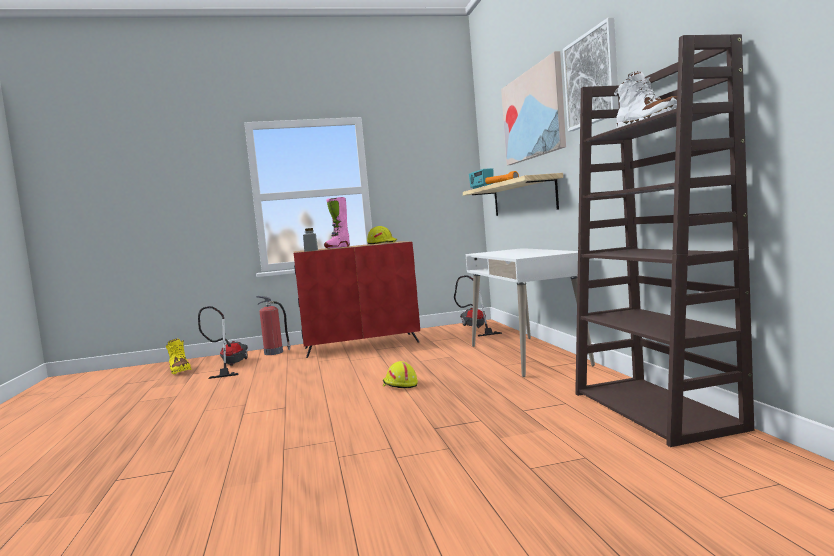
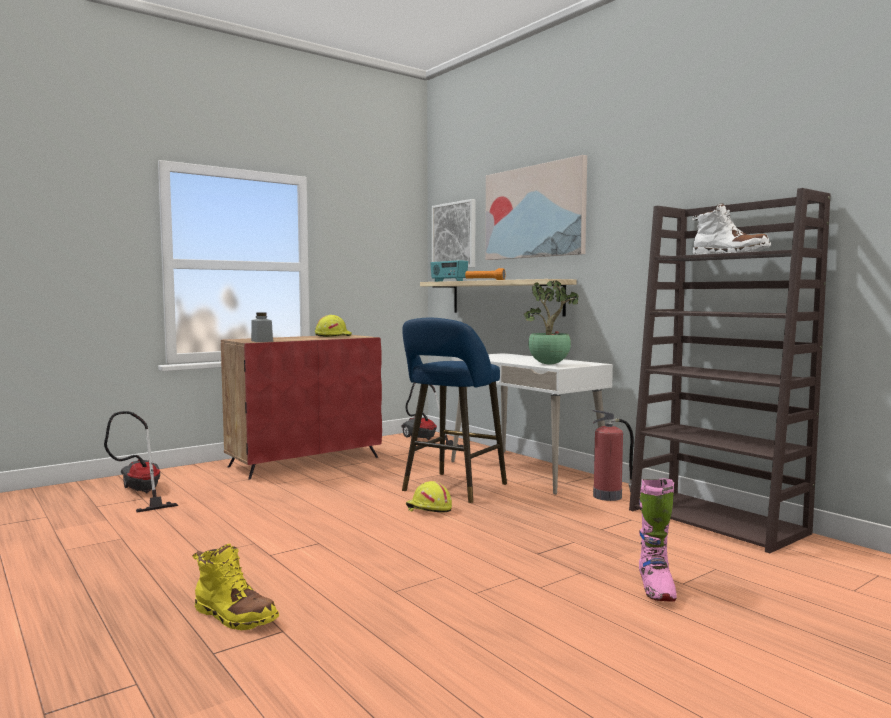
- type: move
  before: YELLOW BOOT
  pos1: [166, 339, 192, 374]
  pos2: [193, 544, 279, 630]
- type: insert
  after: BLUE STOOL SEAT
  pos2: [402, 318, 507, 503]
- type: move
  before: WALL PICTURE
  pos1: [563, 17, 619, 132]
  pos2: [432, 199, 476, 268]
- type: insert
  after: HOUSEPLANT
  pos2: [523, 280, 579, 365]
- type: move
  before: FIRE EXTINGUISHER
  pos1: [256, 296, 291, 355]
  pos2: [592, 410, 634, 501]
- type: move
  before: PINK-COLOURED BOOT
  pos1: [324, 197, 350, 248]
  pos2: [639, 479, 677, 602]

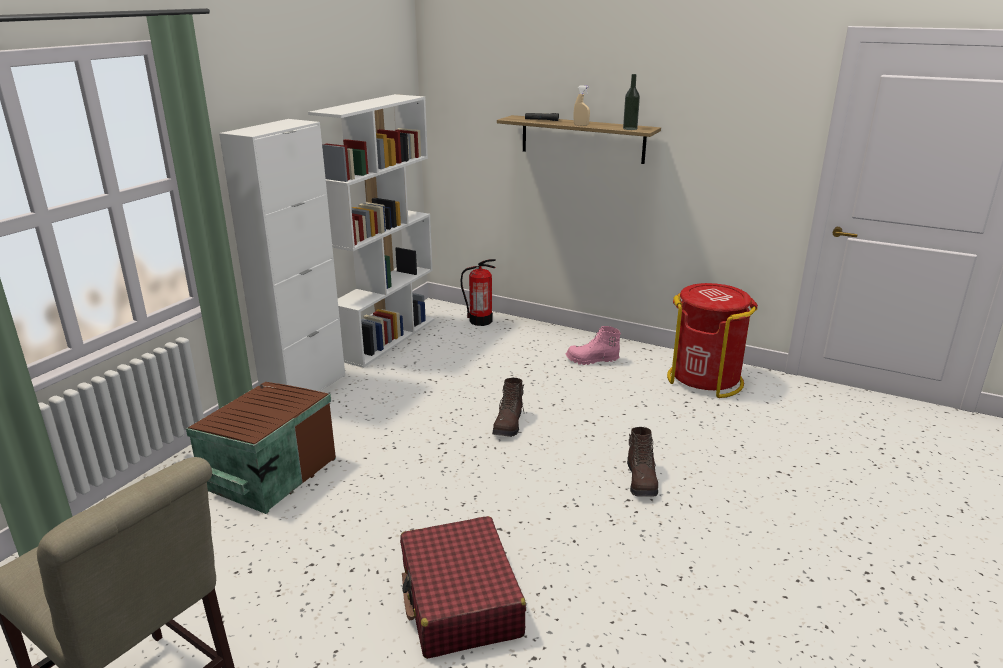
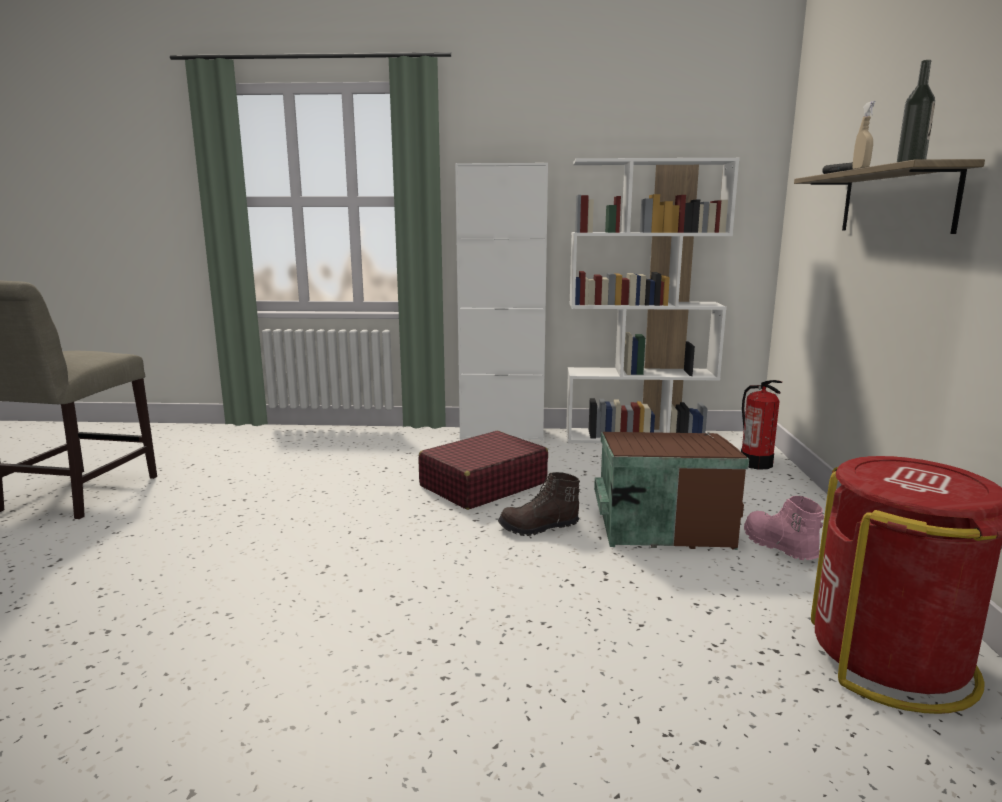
- type: move
  before: RED SUITCASE
  pos1: [400, 516, 526, 659]
  pos2: [418, 431, 548, 510]
- type: move
  before: BROWN STORAGE CONTAINER
  pos1: [186, 382, 336, 514]
  pos2: [594, 432, 749, 550]
- type: delete
  before: BROWN BOOT
  pos1: [627, 427, 658, 497]

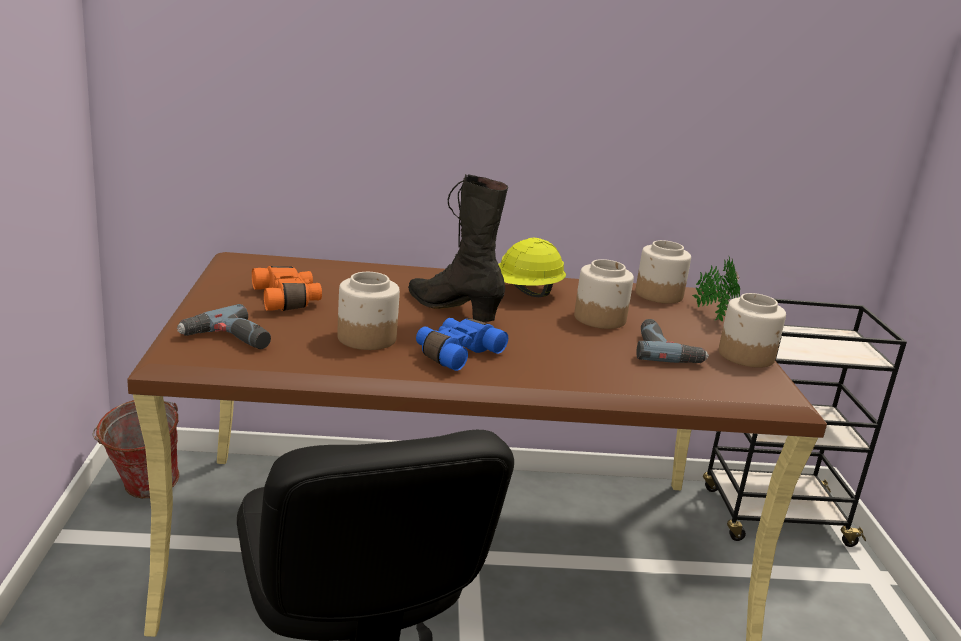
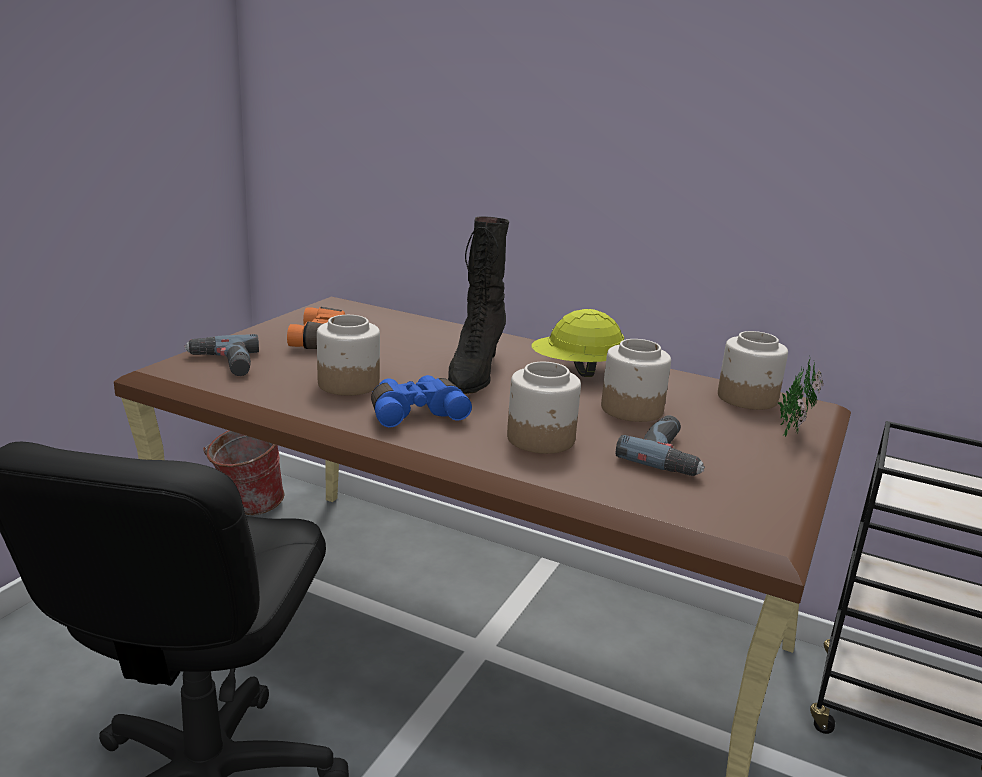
- type: rotate
  before: BLACK-COLOURED BOOT
  pos1: [408, 174, 508, 322]
  pos2: [448, 216, 509, 394]
  turn: -150
- type: move
  before: STORAGE JAR
  pos1: [719, 293, 786, 368]
  pos2: [507, 362, 581, 454]

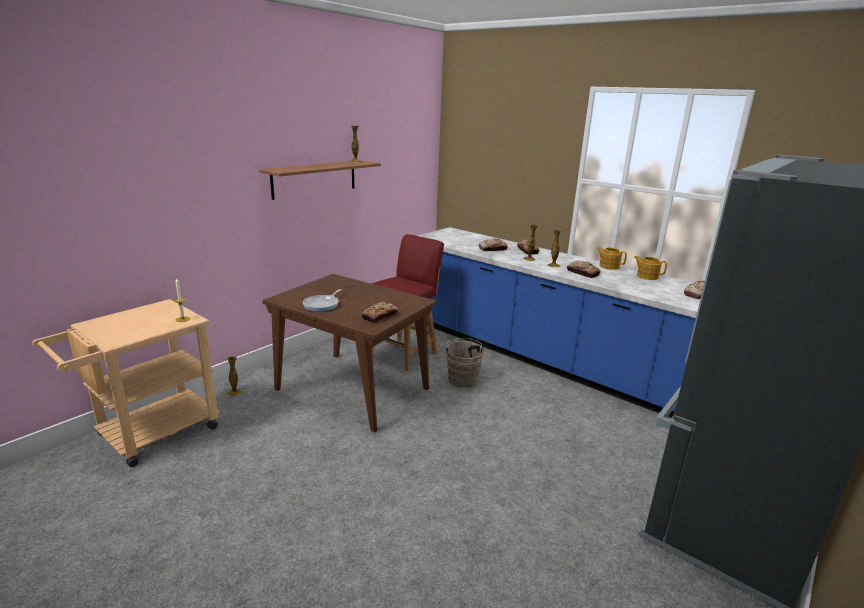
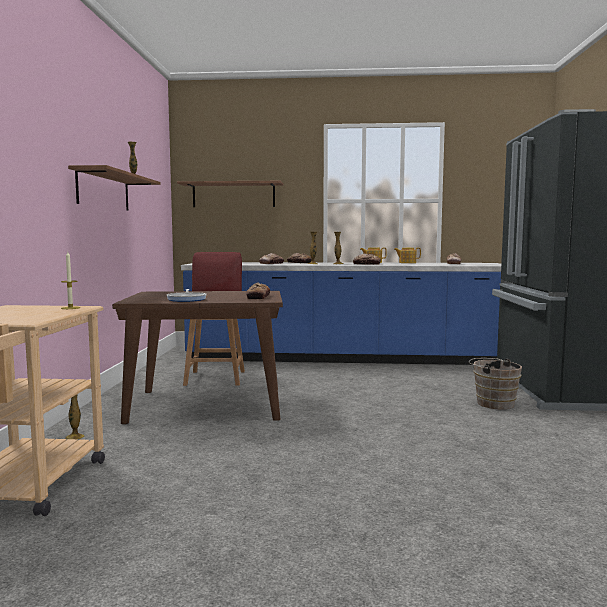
- type: insert
  after: BRACKET SHELF
  pos2: [177, 181, 284, 207]
- type: move
  before: BROWN WATER BUCKET
  pos1: [444, 338, 486, 387]
  pos2: [469, 358, 522, 410]

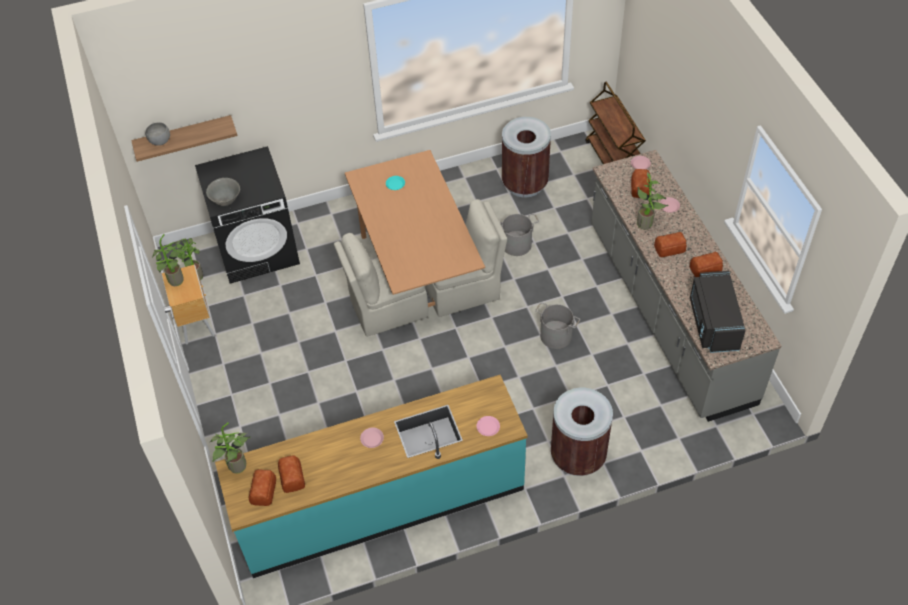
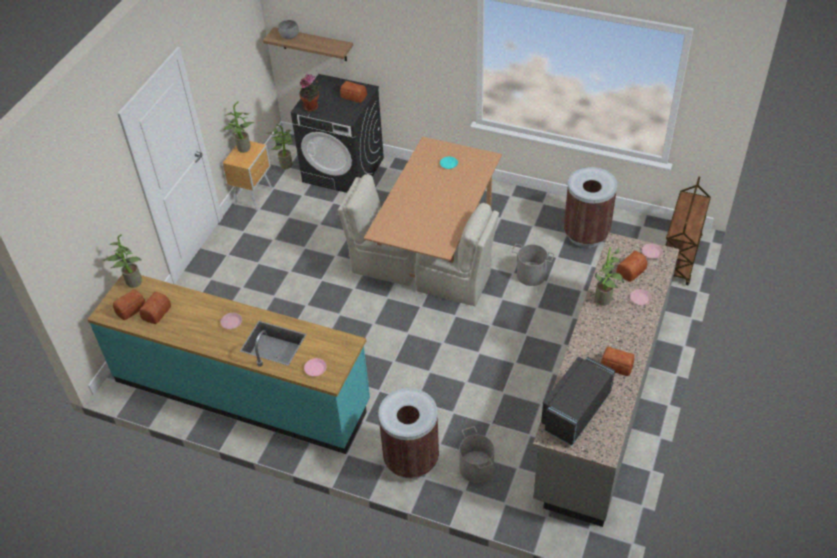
- type: replace
  before: GRAY SERVING BOWL
  after: HOUSEPLANT
  pos1: [206, 178, 240, 206]
  pos2: [300, 74, 321, 111]
- type: move
  before: BAKED BREAD
  pos1: [654, 232, 687, 257]
  pos2: [340, 81, 367, 103]
- type: move
  before: GRAY WATER BUCKET
  pos1: [535, 302, 580, 349]
  pos2: [459, 426, 494, 483]

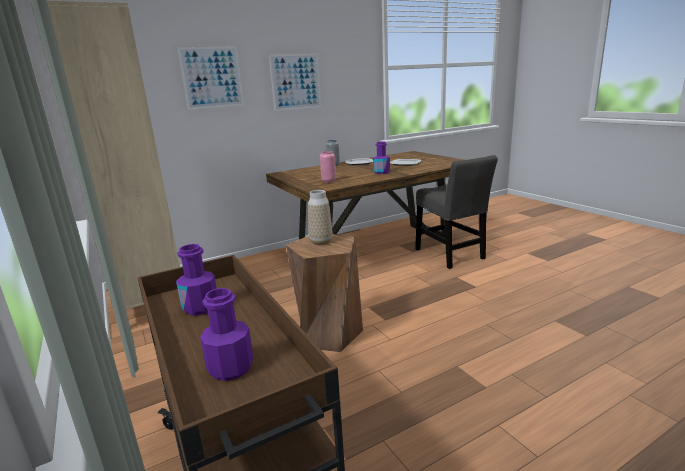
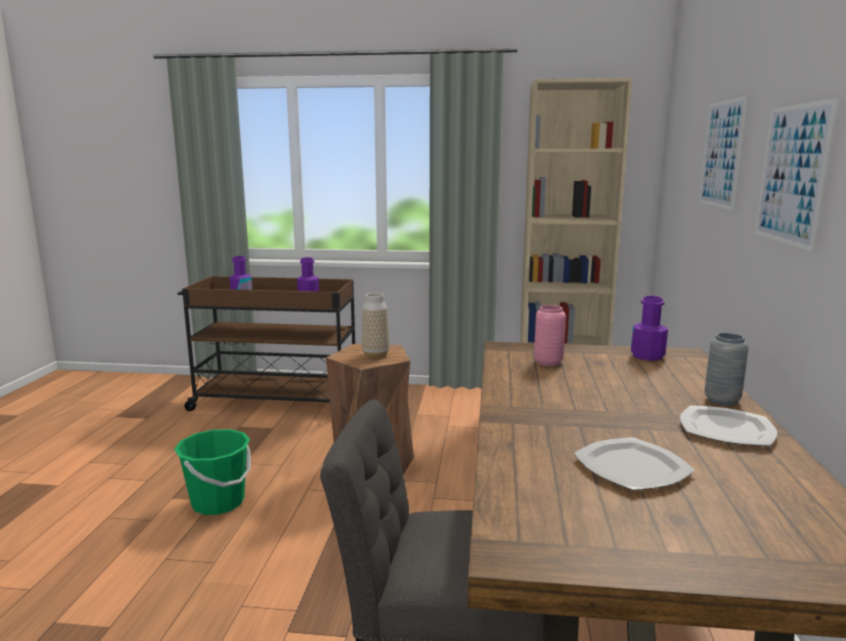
- type: insert
  after: GREEN WATER BUCKET
  pos2: [174, 429, 251, 515]
- type: move
  before: PURPLE DRINK BOTTLE
  pos1: [373, 141, 390, 174]
  pos2: [631, 296, 668, 361]

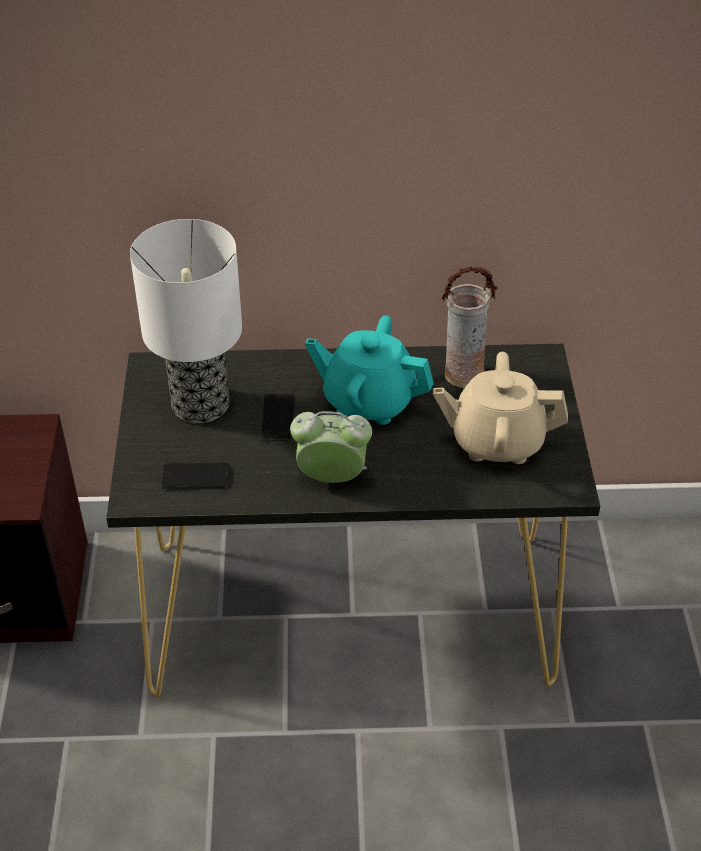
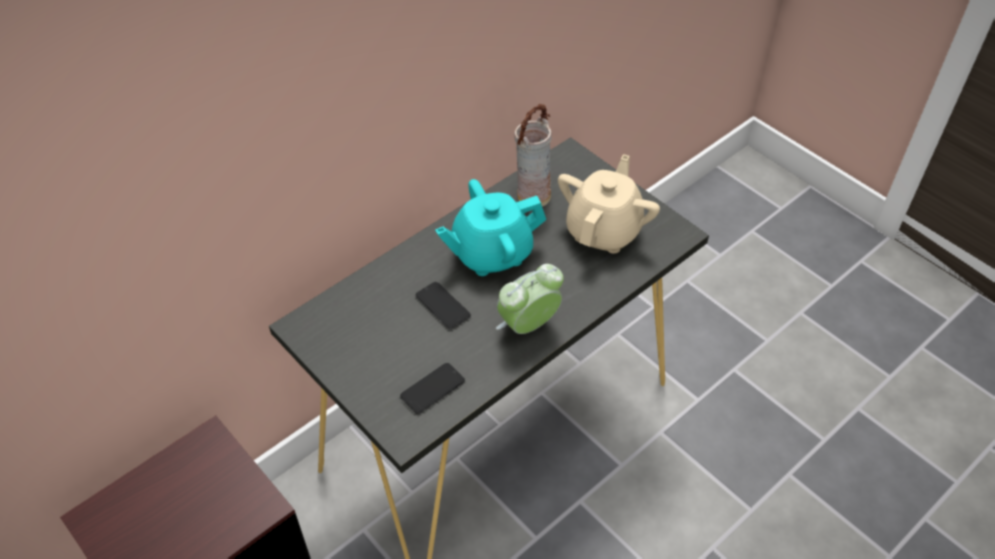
- type: rotate
  before: SAND-COLOURED POT FOR TEA
  pos1: [433, 352, 568, 464]
  pos2: [558, 154, 660, 254]
  turn: 150
- type: delete
  before: TABLE LAMP
  pos1: [130, 219, 242, 423]

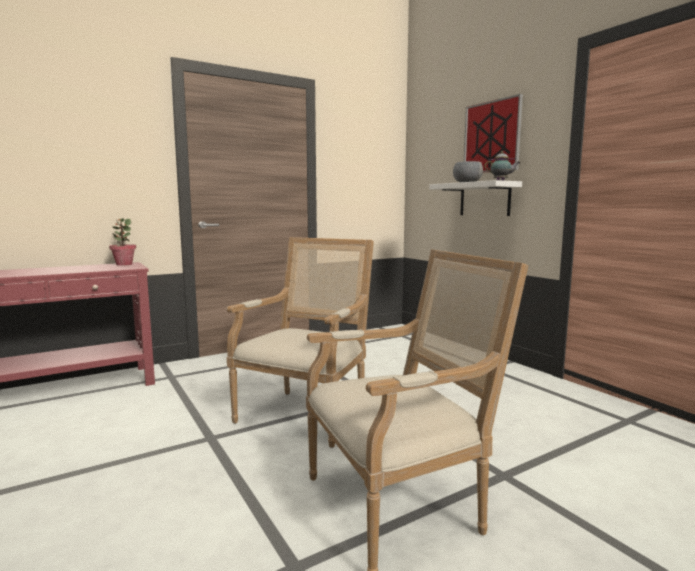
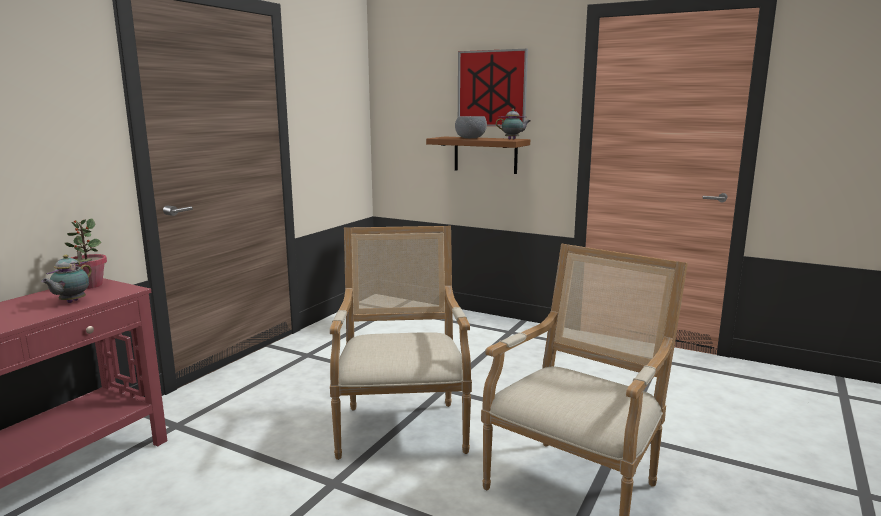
- type: insert
  after: POT FOR TEA
  pos2: [41, 255, 92, 303]
- type: recolor
  before: WHITE-COLOURED BRACKET SHELF
  after: BROWN BRACKET SHELF
  pos1: [429, 180, 522, 216]
  pos2: [426, 137, 530, 174]

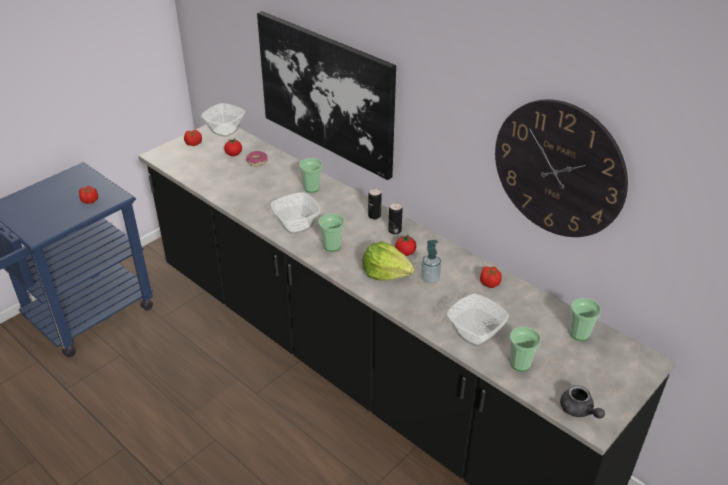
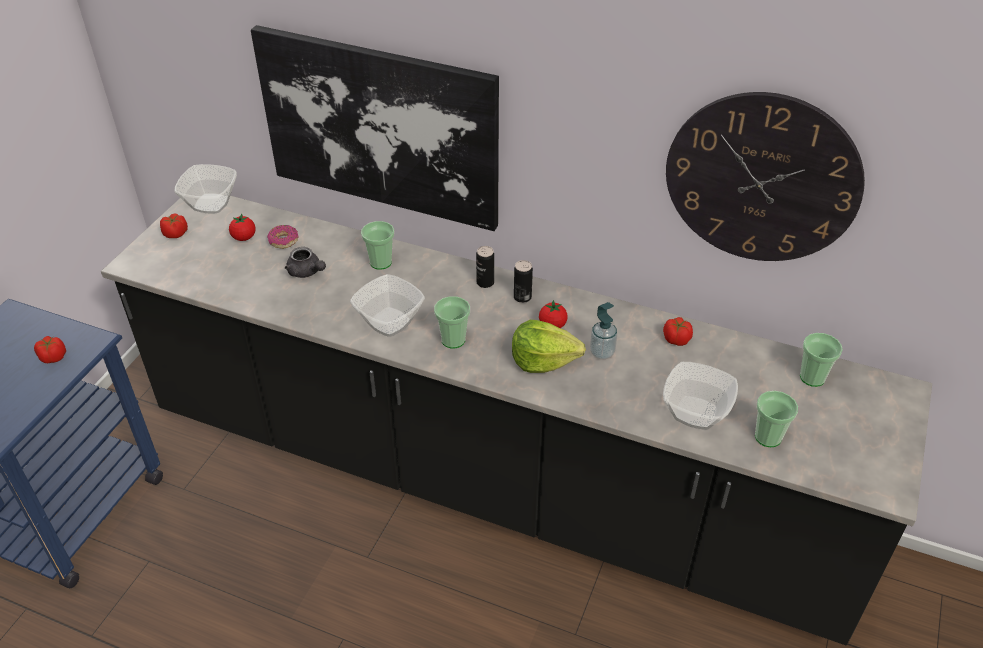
- type: move
  before: GRAY POT FOR TEA
  pos1: [560, 385, 605, 418]
  pos2: [285, 247, 326, 278]

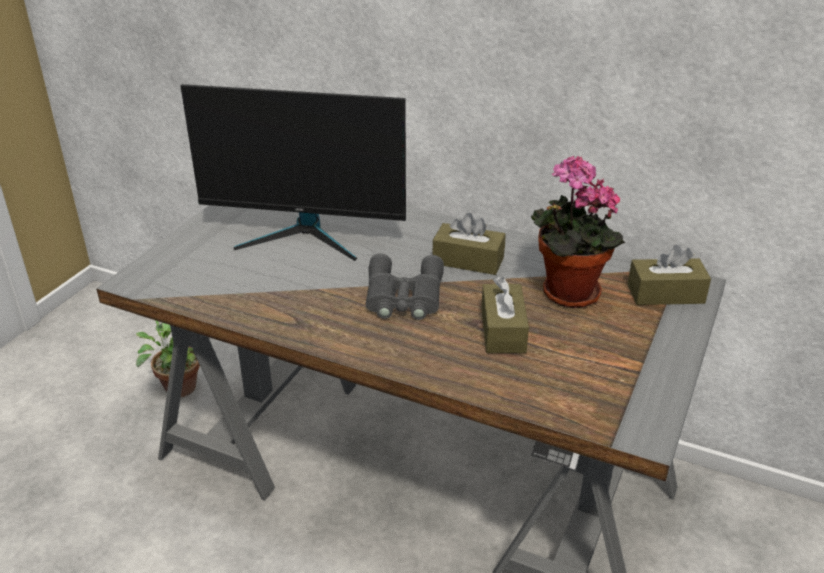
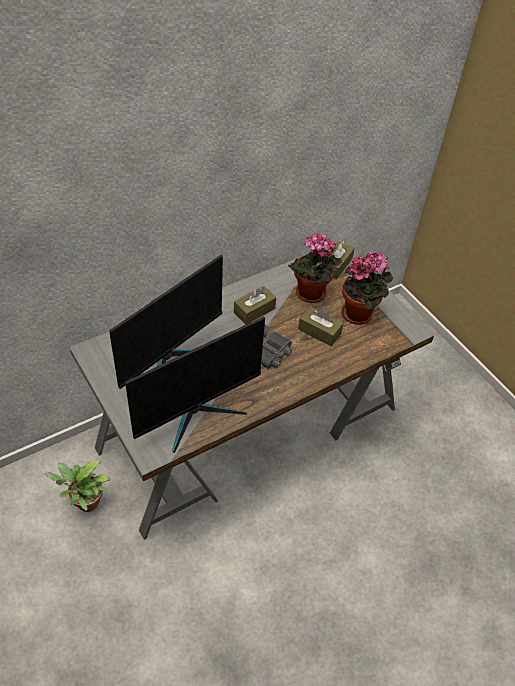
- type: insert
  after: MONITOR
  pos2: [125, 317, 265, 453]
- type: insert
  after: HOUSEPLANT
  pos2: [341, 251, 393, 325]

